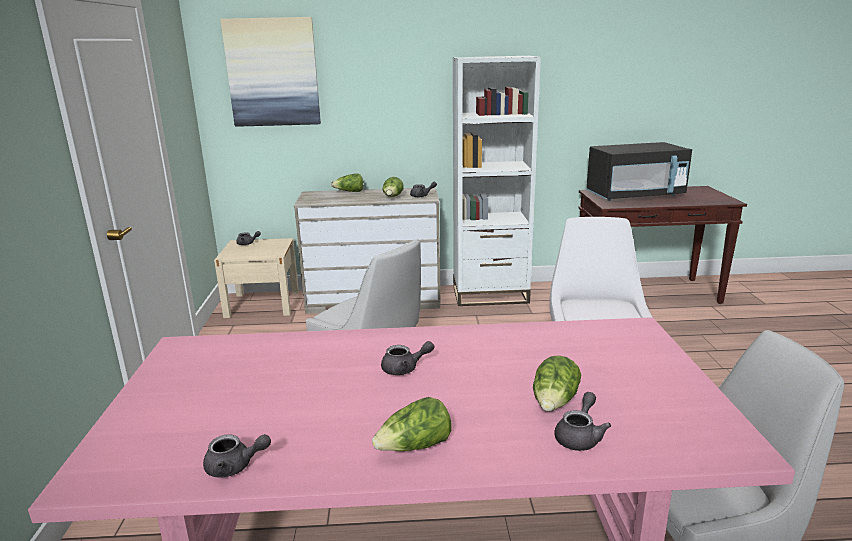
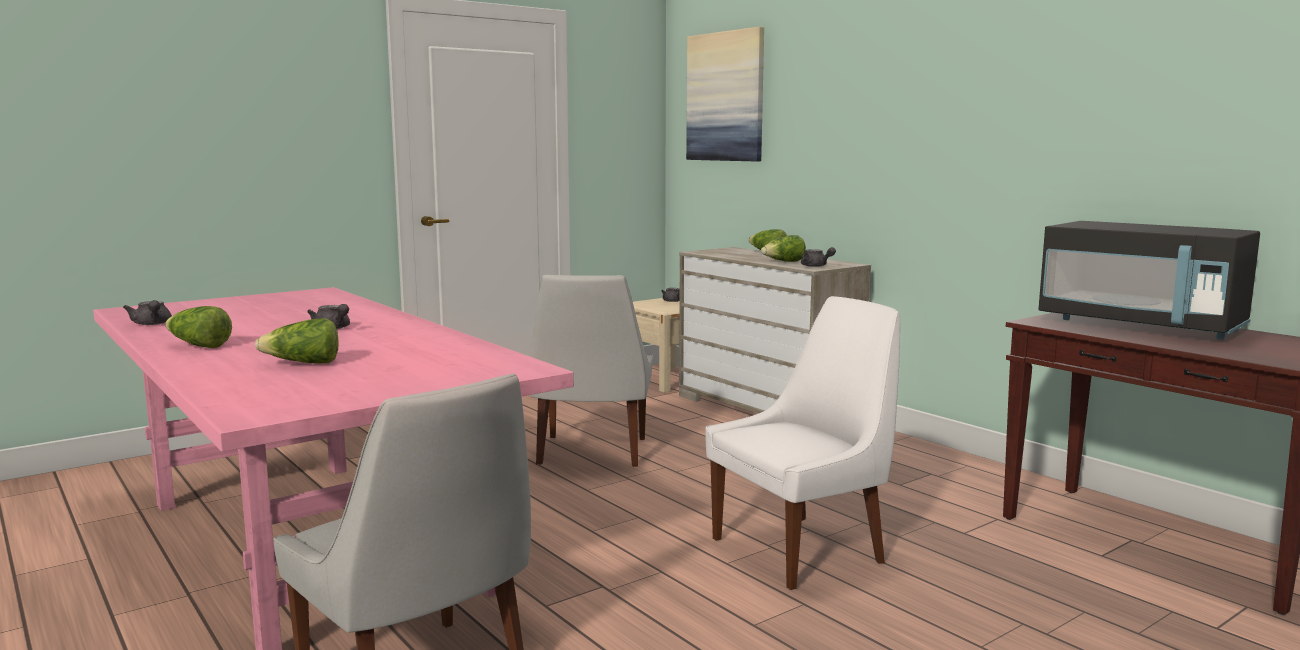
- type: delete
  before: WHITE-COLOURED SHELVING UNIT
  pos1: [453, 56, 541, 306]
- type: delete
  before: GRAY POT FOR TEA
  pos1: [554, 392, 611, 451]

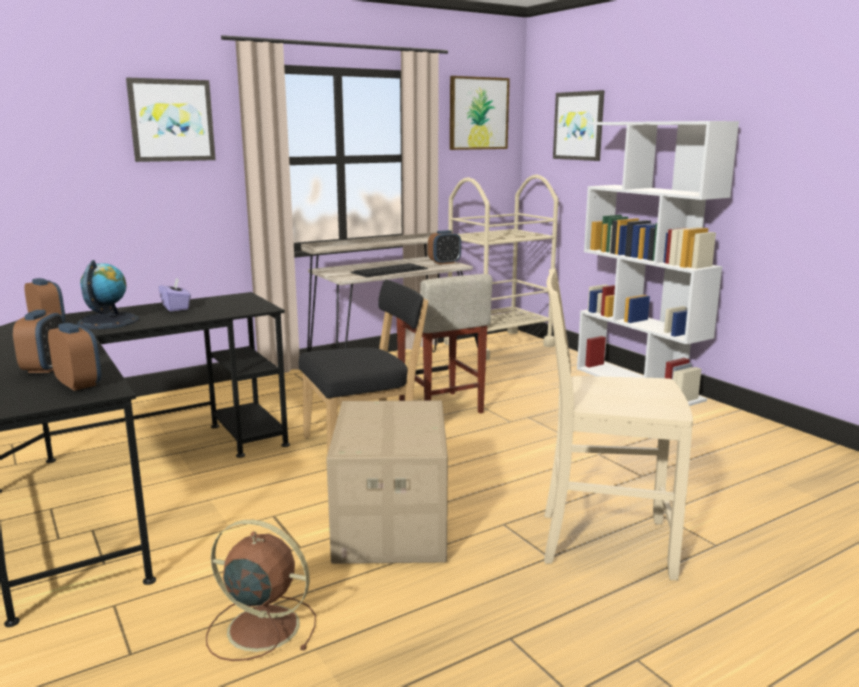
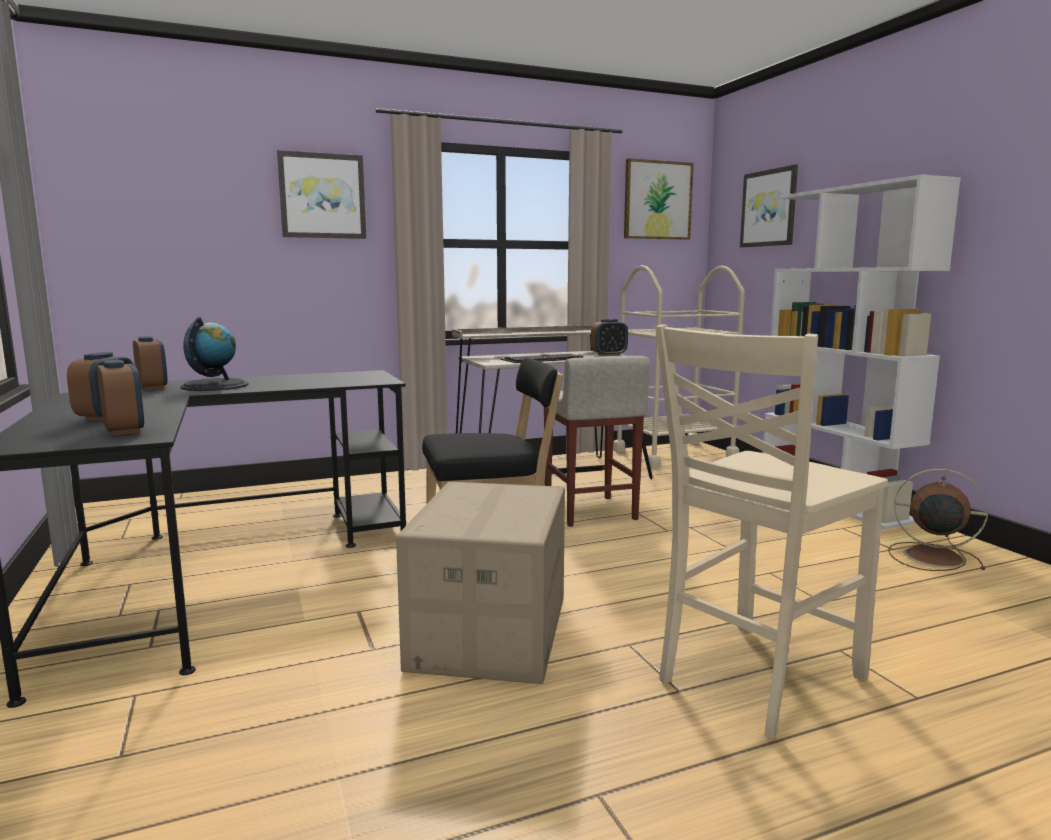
- type: rotate
  before: SAND-COLOURED CHAIR
  pos1: [544, 269, 693, 580]
  pos2: [655, 325, 888, 740]
  turn: -60
- type: move
  before: BROWN ELECTRIC FAN
  pos1: [206, 520, 316, 661]
  pos2: [888, 469, 988, 571]
- type: delete
  before: PURPLE TISSUE HOLDER
  pos1: [159, 278, 191, 311]

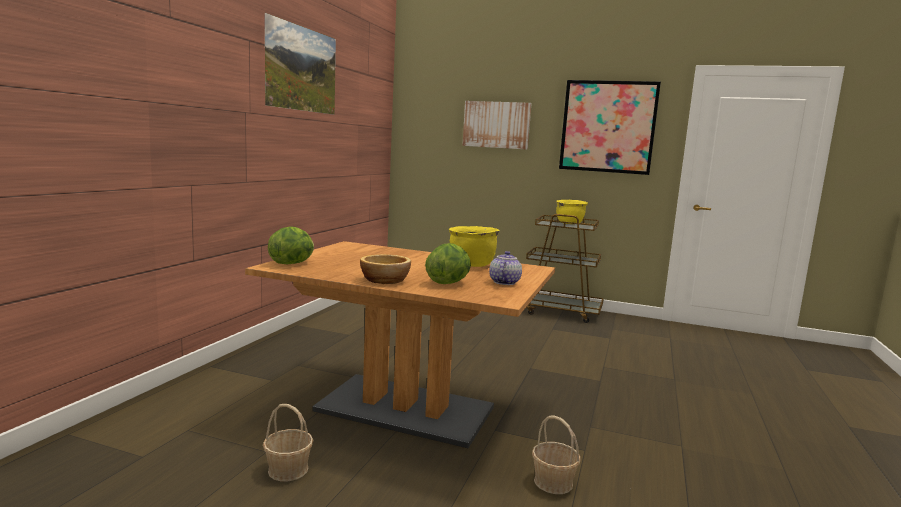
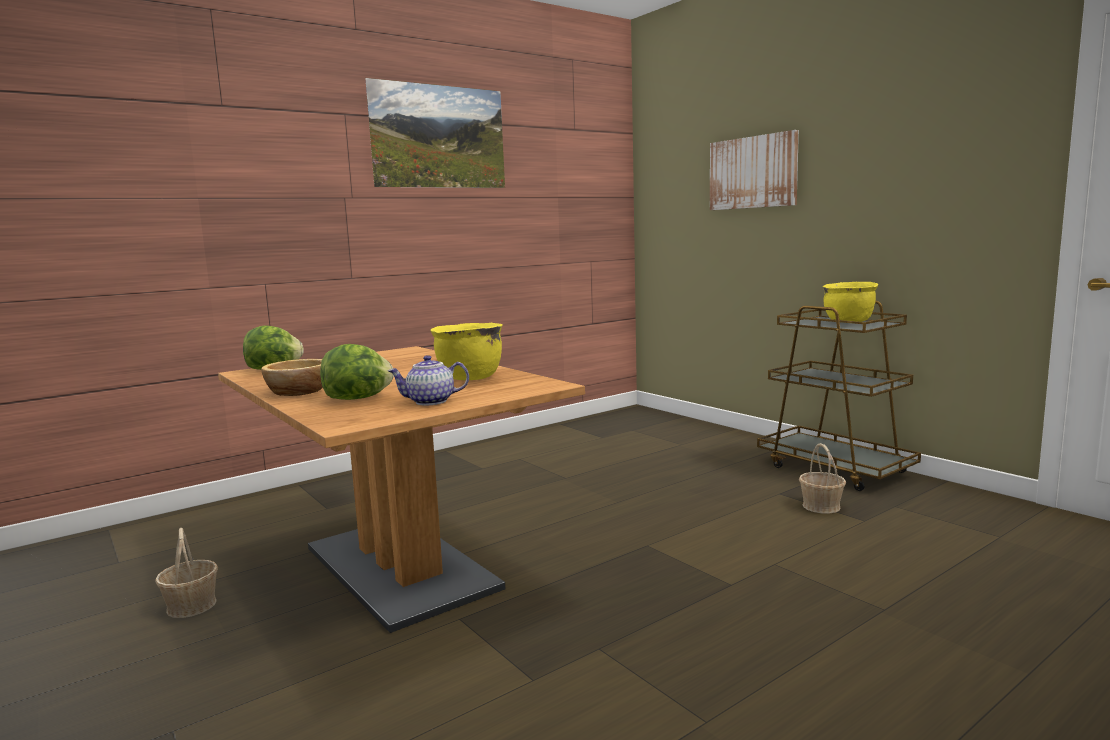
- type: rotate
  before: POT FOR TEA
  pos1: [489, 251, 522, 285]
  pos2: [388, 355, 469, 406]
  turn: -150
- type: move
  before: HOUSEHOLD BASKET
  pos1: [532, 415, 581, 494]
  pos2: [799, 443, 846, 514]
- type: delete
  before: WALL PICTURE
  pos1: [559, 80, 661, 175]

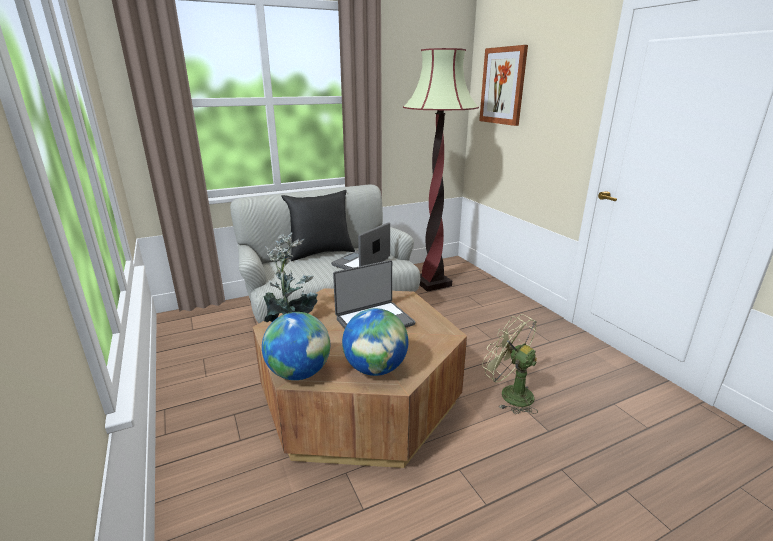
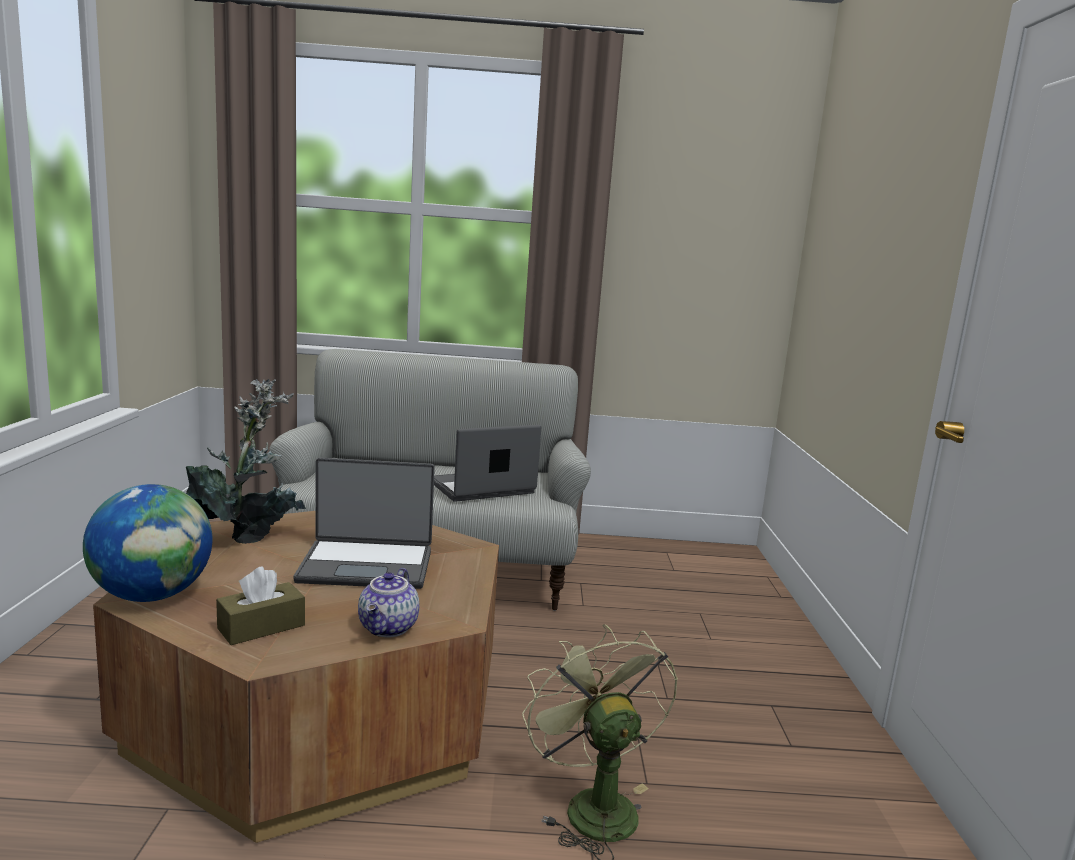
- type: replace
  before: DESK GLOBE
  after: BROWN TISSUE HOLDER
  pos1: [342, 308, 408, 376]
  pos2: [216, 567, 305, 645]
- type: insert
  after: POT FOR TEA
  pos2: [358, 568, 419, 638]
- type: delete
  before: BLACK-COLOURED THROW PILLOW
  pos1: [281, 190, 355, 261]
- type: delete
  before: STANDARD LAMP
  pos1: [403, 48, 479, 292]
- type: delete
  before: WALL PICTURE
  pos1: [479, 45, 528, 126]

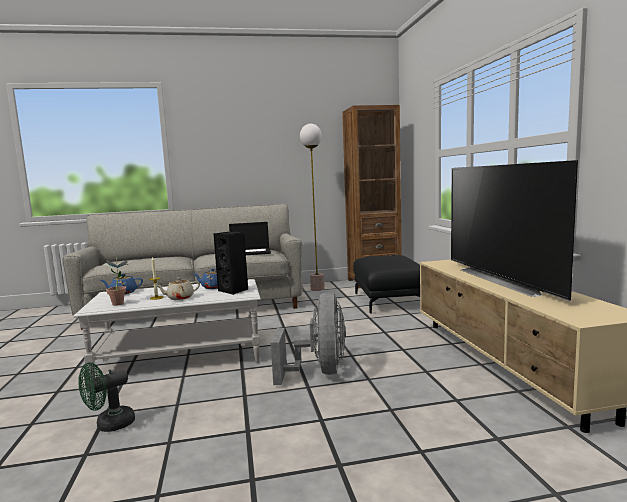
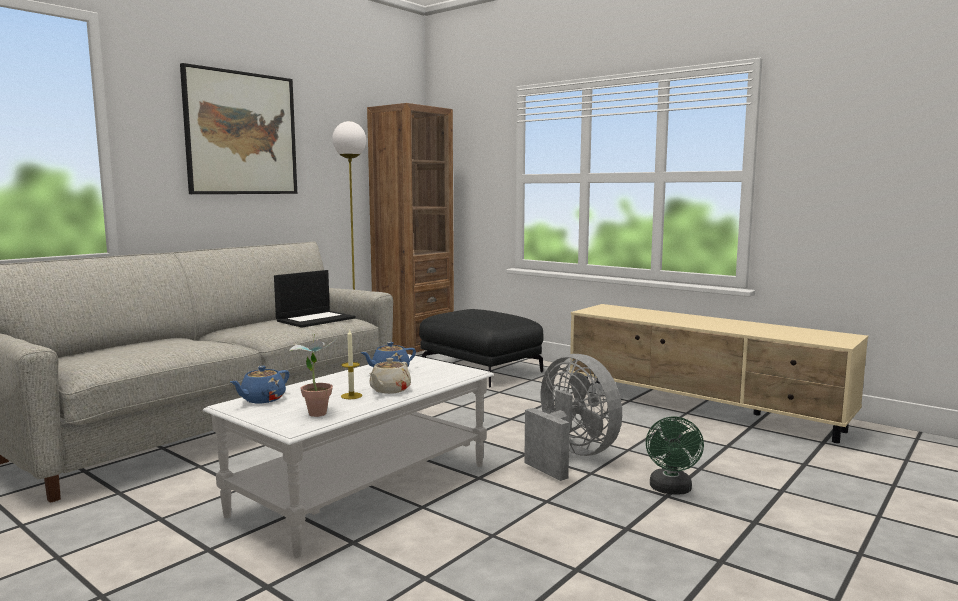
- type: insert
  after: WALL PICTURE
  pos2: [180, 63, 297, 194]
- type: move
  before: GREEN ELECTRIC FAN
  pos1: [78, 362, 135, 432]
  pos2: [646, 416, 704, 495]
- type: delete
  before: BLACK-COLOURED LOUDSPEAKER
  pos1: [214, 231, 248, 295]
- type: delete
  before: TV
  pos1: [451, 160, 578, 301]

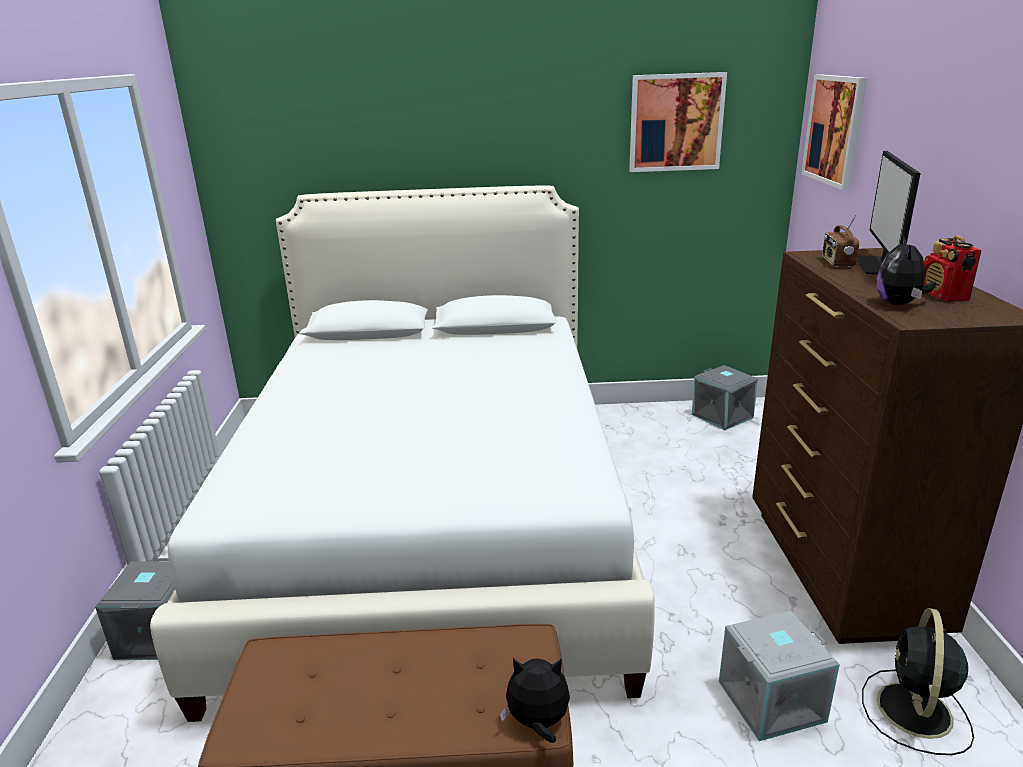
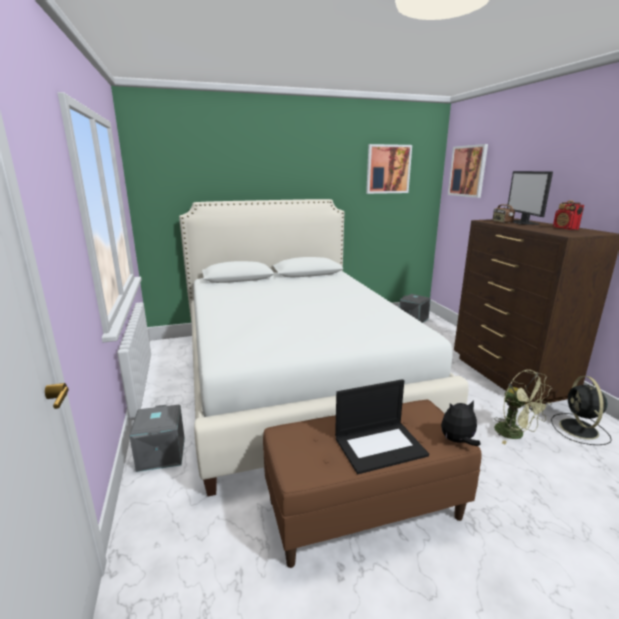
- type: insert
  after: NOTEBOOK COMPUTER
  pos2: [335, 379, 429, 474]
- type: replace
  before: GRAY STORAGE CONTAINER
  after: GREEN ELECTRIC FAN
  pos1: [719, 611, 840, 741]
  pos2: [494, 370, 553, 444]
- type: delete
  before: CUDDLY TOY
  pos1: [877, 236, 936, 305]

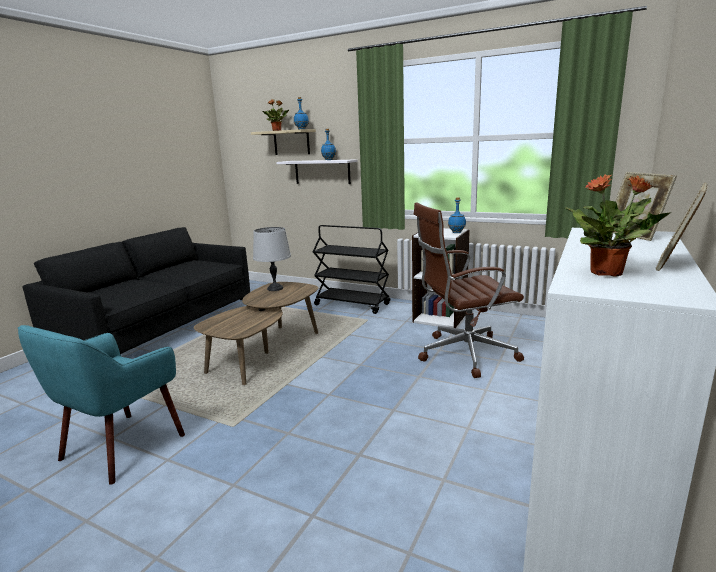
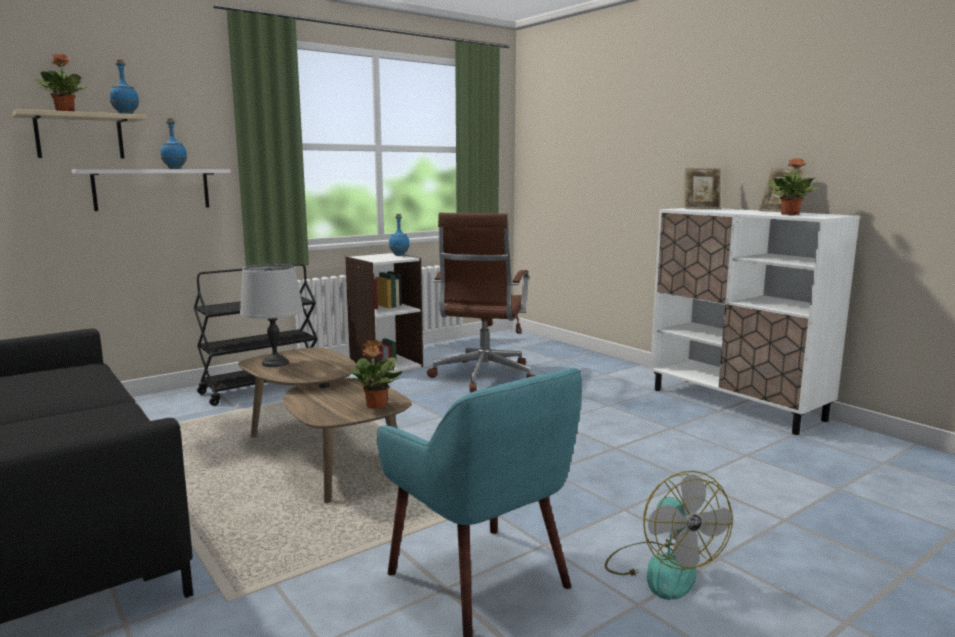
- type: insert
  after: HOUSEPLANT
  pos2: [348, 340, 403, 409]
- type: insert
  after: ELECTRIC FAN
  pos2: [605, 471, 733, 600]

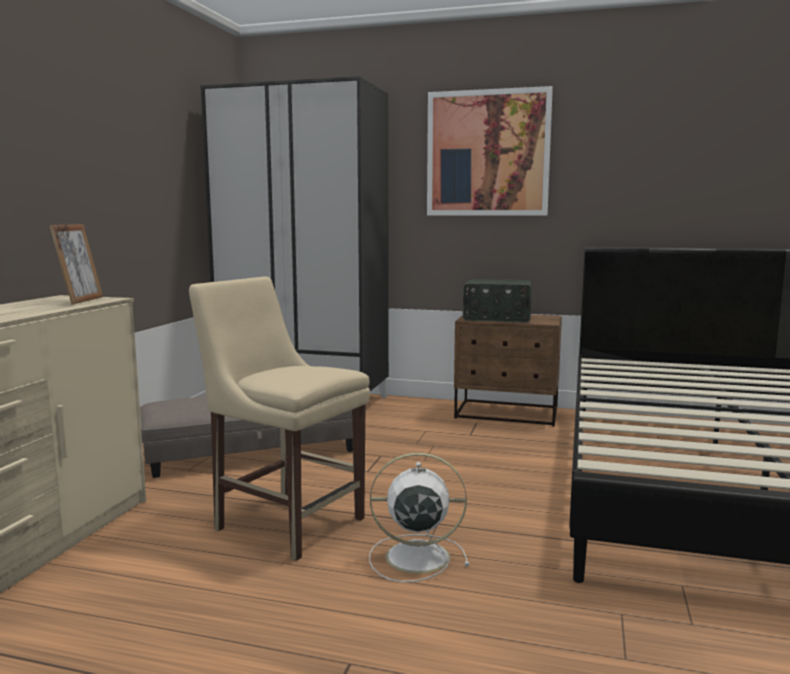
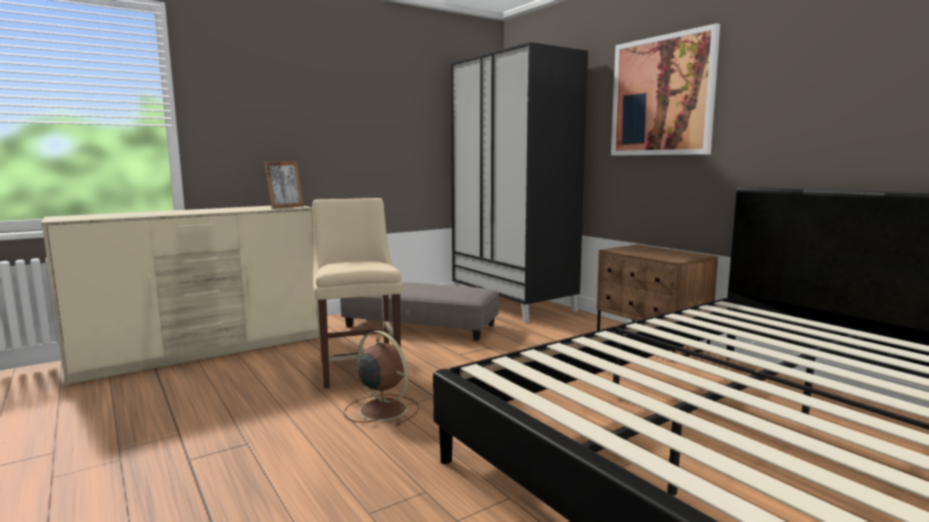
- type: recolor
  before: WHITE-COLOURED ELECTRIC FAN
  after: BROWN ELECTRIC FAN
  pos1: [369, 453, 469, 583]
  pos2: [344, 331, 419, 426]
- type: delete
  before: RADIO SET
  pos1: [463, 279, 532, 323]

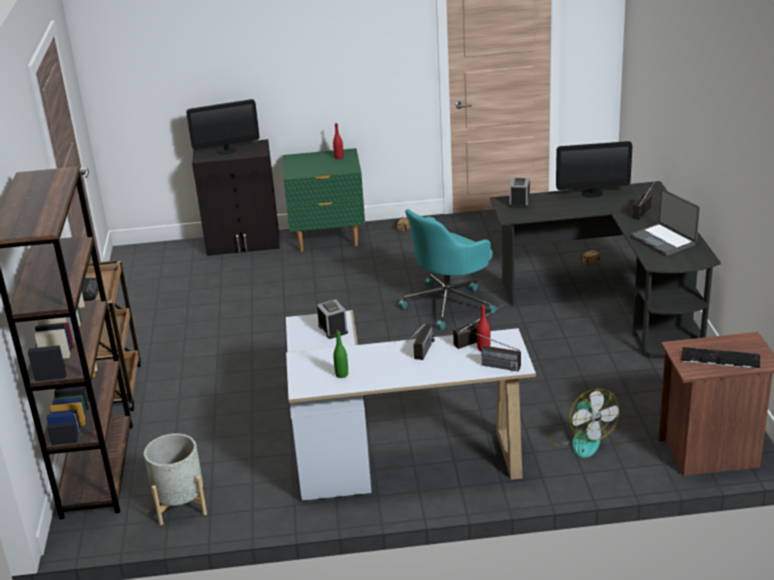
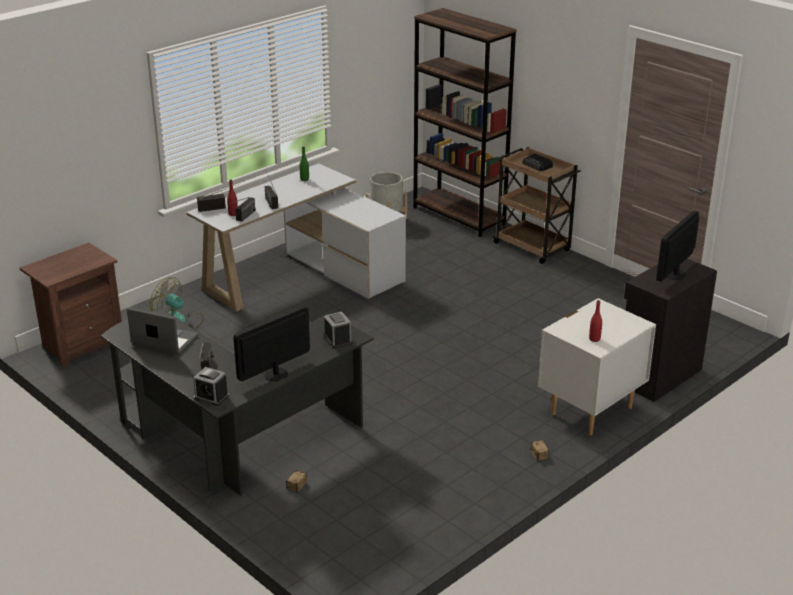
- type: move
  before: BEDSIDE CLOCK
  pos1: [317, 299, 348, 339]
  pos2: [193, 367, 229, 406]
- type: recolor
  before: GREEN NIGHTSTAND
  after: WHITE-COLOURED NIGHTSTAND
  pos1: [282, 148, 365, 252]
  pos2: [538, 298, 656, 435]
- type: delete
  before: TURQUOISE-COLOURED COMPUTER CHAIR
  pos1: [398, 209, 497, 330]
- type: delete
  before: COMPUTER KEYBOARD
  pos1: [681, 347, 760, 369]

